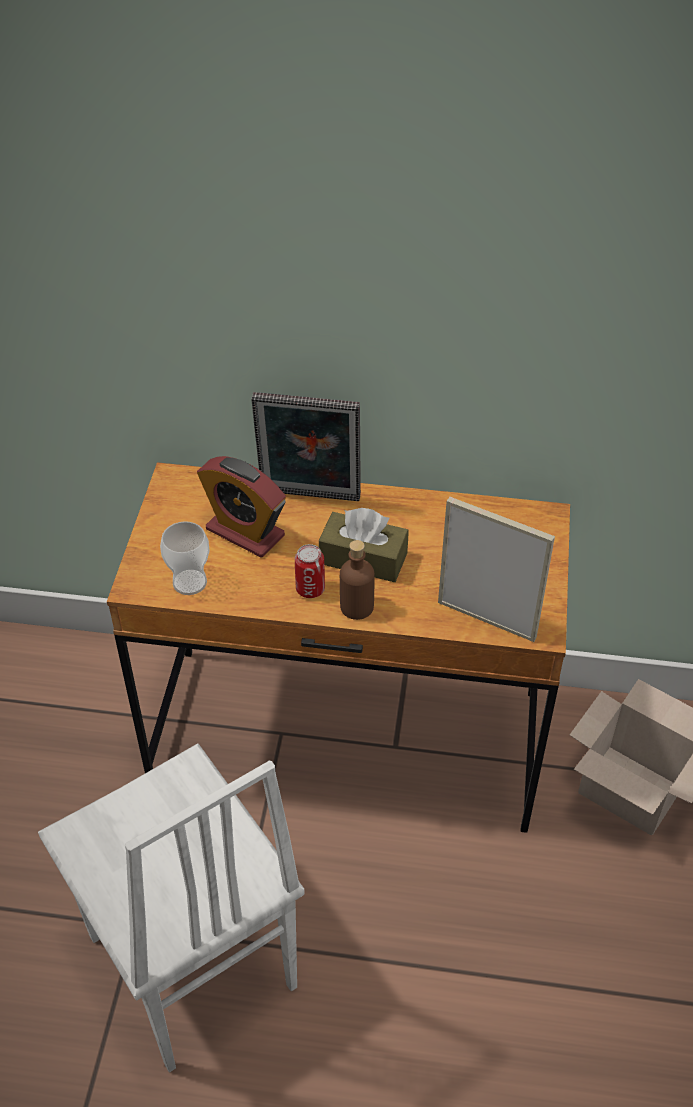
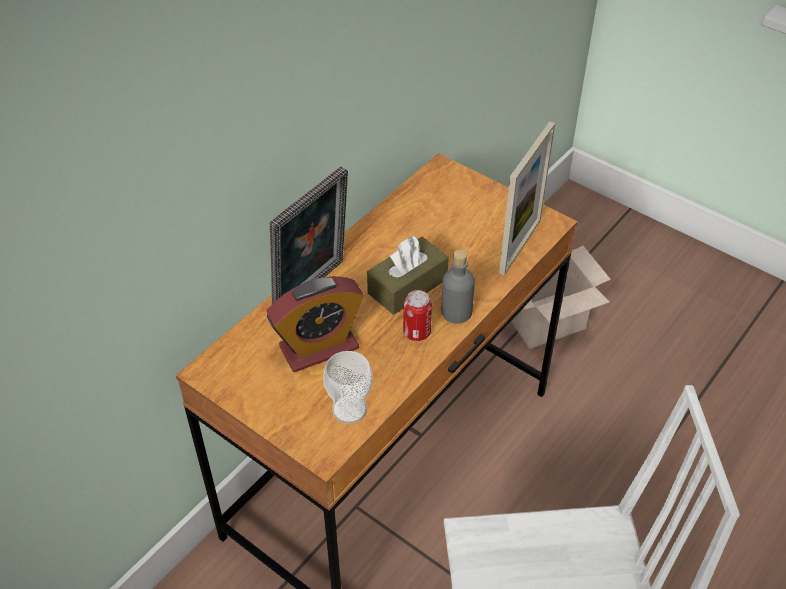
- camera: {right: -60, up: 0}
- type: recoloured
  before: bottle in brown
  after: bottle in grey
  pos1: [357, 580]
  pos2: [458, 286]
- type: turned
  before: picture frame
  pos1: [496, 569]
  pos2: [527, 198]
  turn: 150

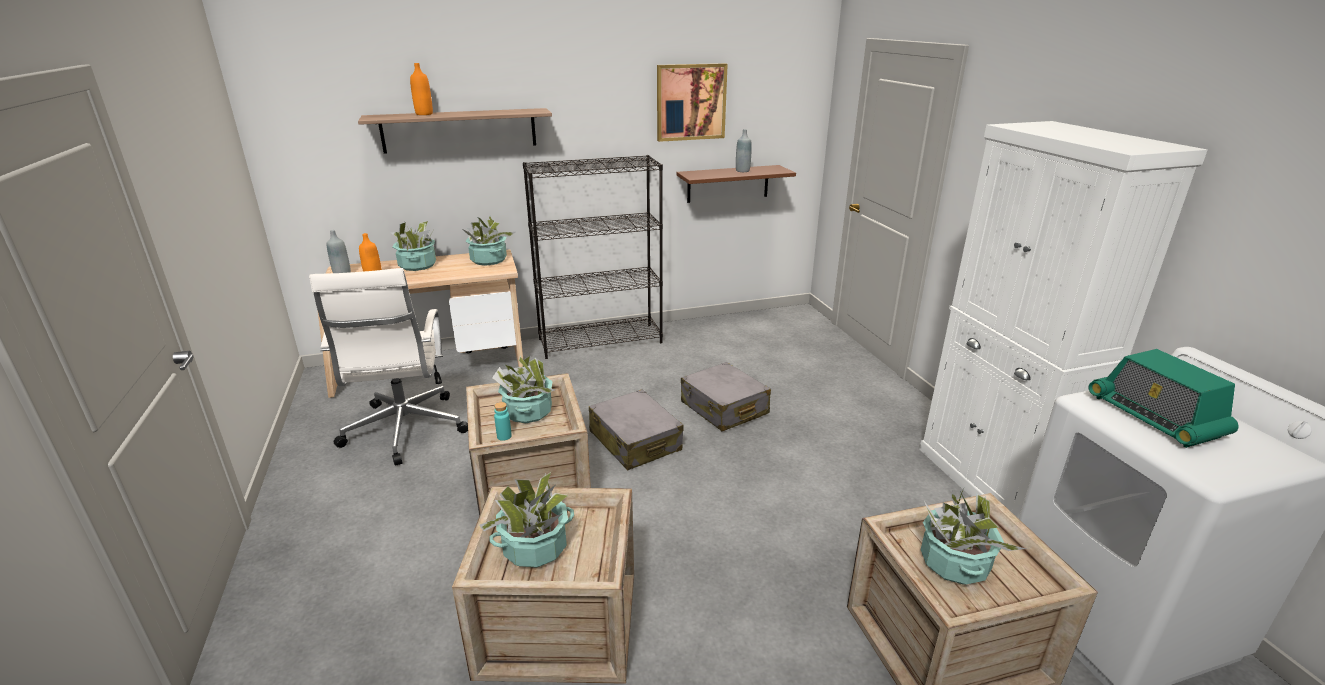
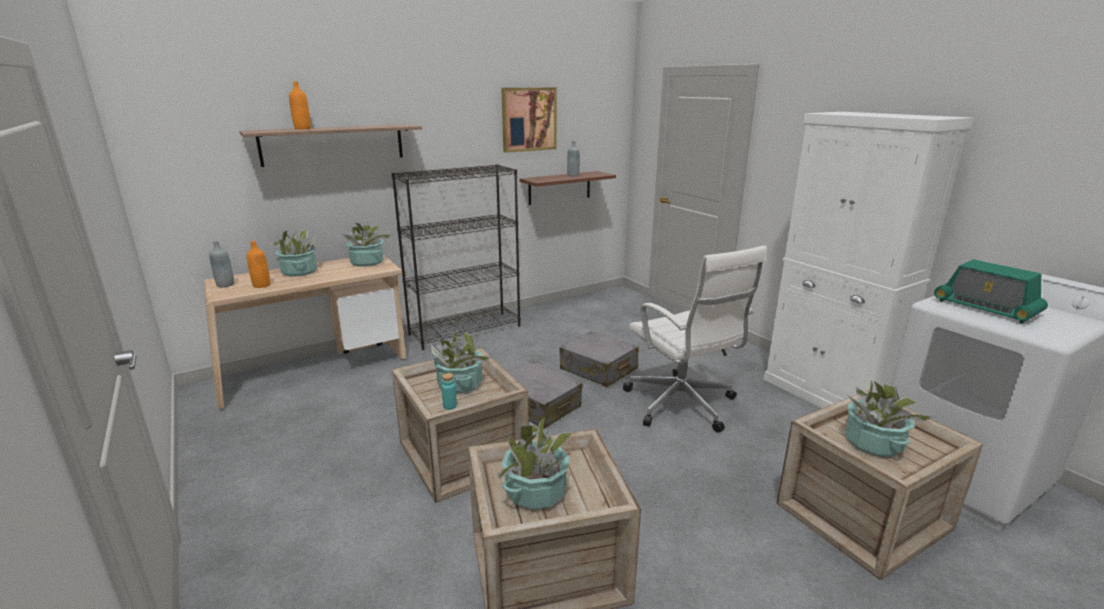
- camera: {right: -15, up: -5}
- type: moved
  before: office chair in white
  pos1: [388, 367]
  pos2: [695, 339]

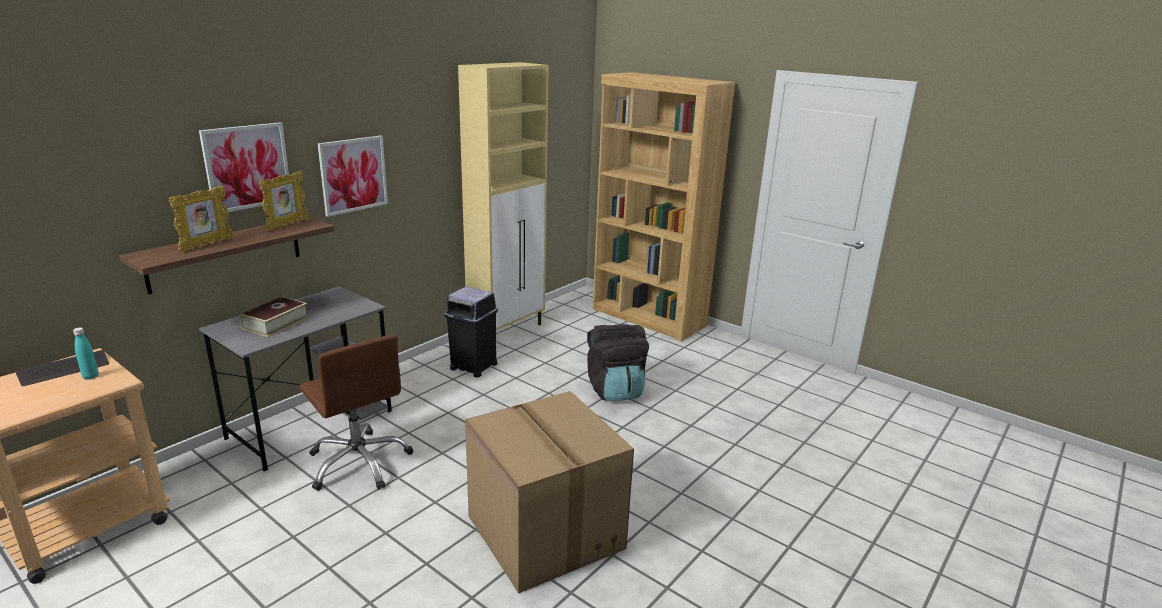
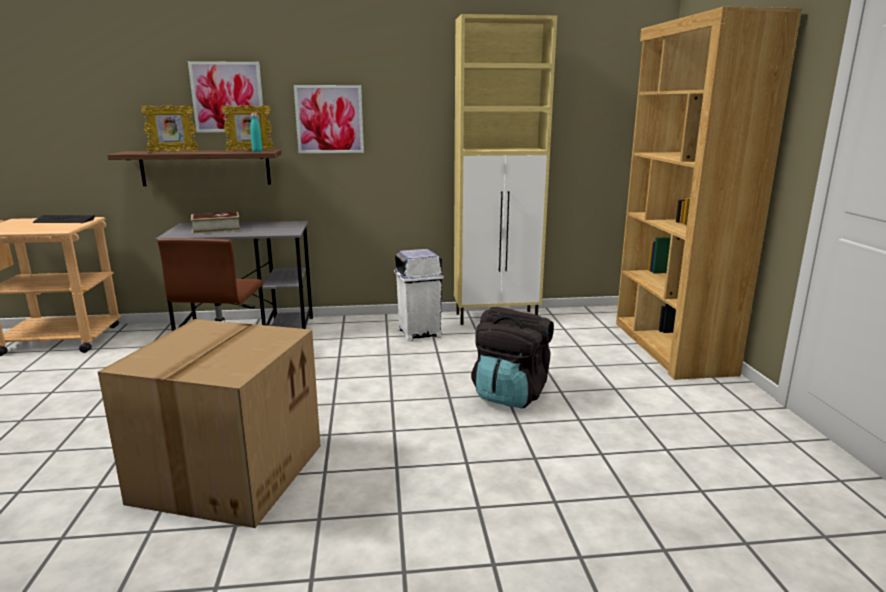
- camera: {right: 45, up: -5}
- type: moved
  before: bottle in turquoise
  pos1: [86, 353]
  pos2: [256, 132]
- type: recoloured
  before: trash can in black
  after: trash can in white
  pos1: [471, 332]
  pos2: [419, 295]

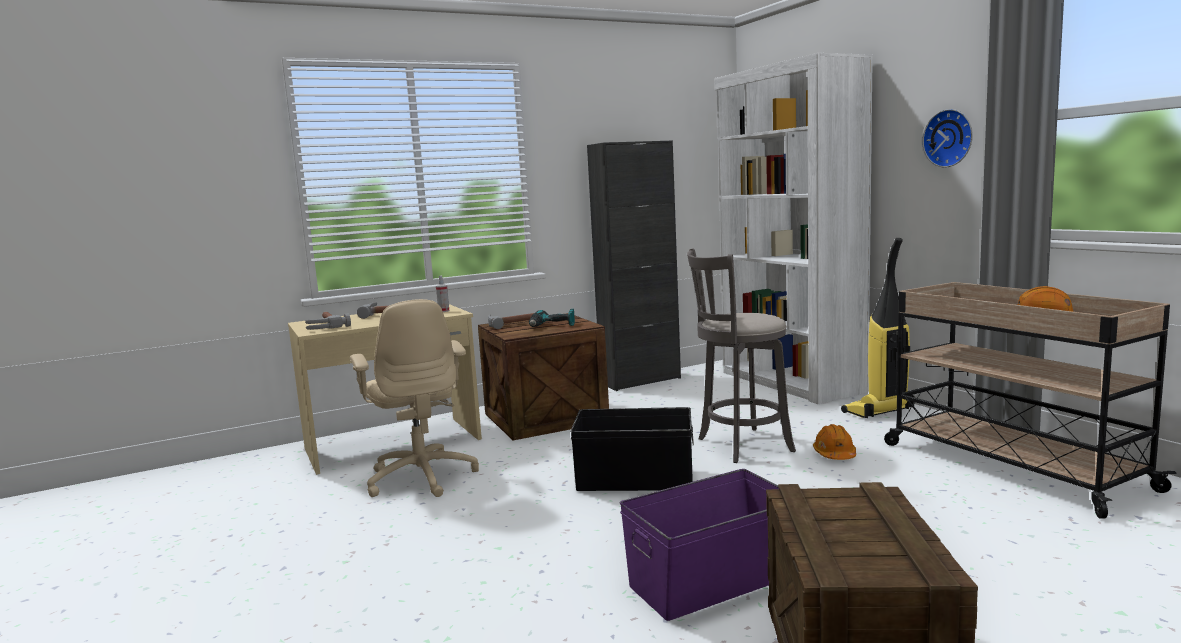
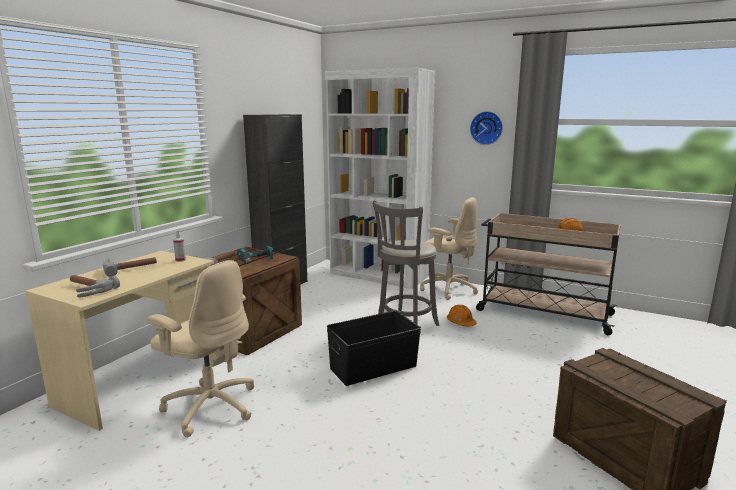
- camera: {right: -35, up: 5}
- type: removed
  before: storage box in purple
  pos1: [699, 545]
- type: replaced
  before: vacuum cleaner
  after: office chair in beige
  pos1: [878, 328]
  pos2: [449, 248]

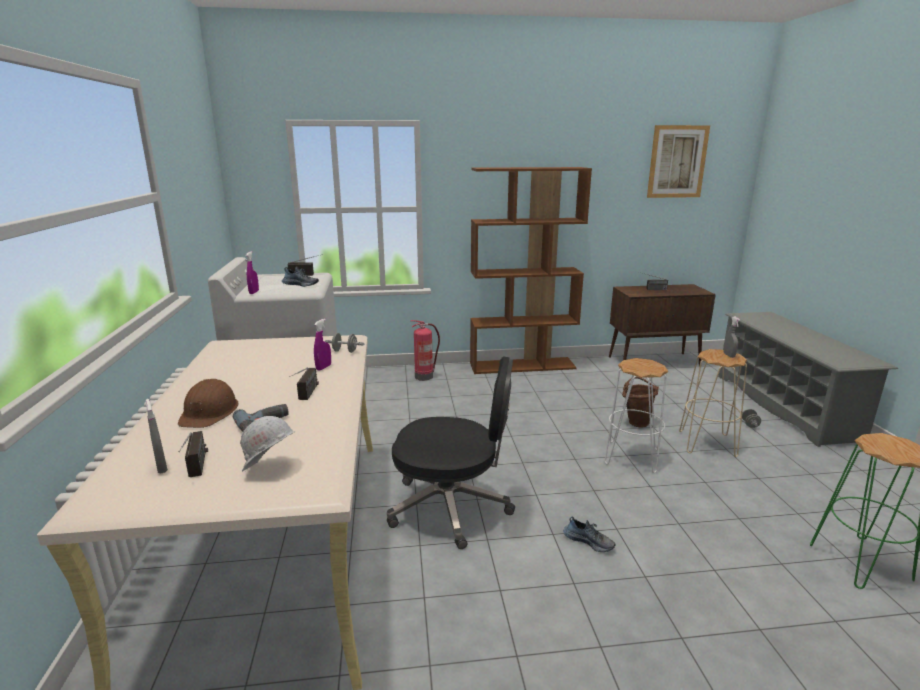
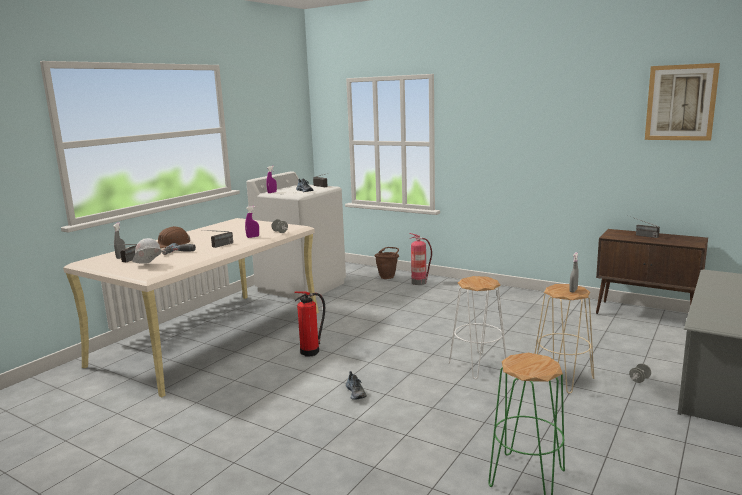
- camera: {right: 40, up: -5}
- type: removed
  before: bookcase in brown
  pos1: [531, 270]
- type: moved
  before: bucket in brown
  pos1: [640, 402]
  pos2: [386, 263]
- type: replaced
  before: office chair in black
  after: fire extinguisher
  pos1: [451, 452]
  pos2: [309, 324]

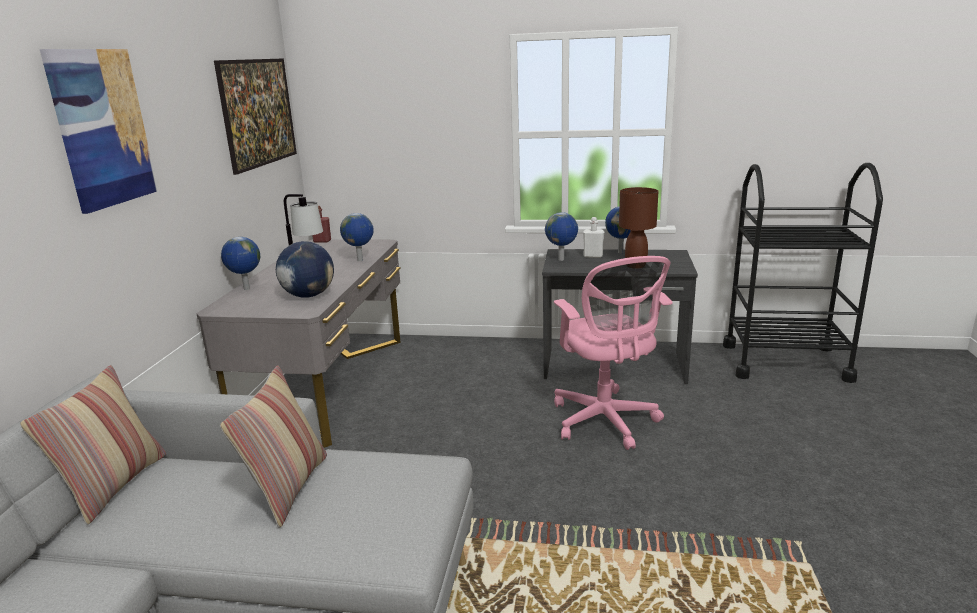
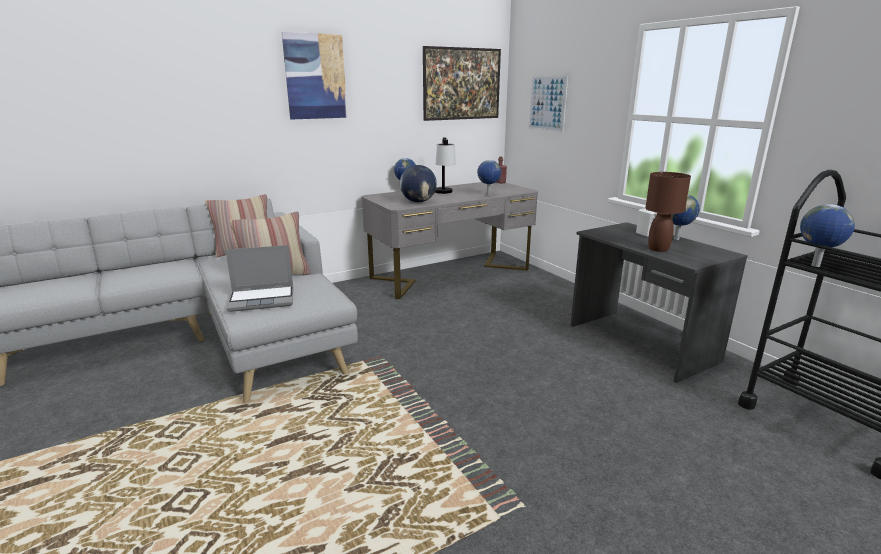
- camera: {right: 50, up: 0}
- type: removed
  before: office chair in pink
  pos1: [613, 353]
- type: added
  after: laptop
  pos2: [259, 278]
- type: added
  after: picture
  pos2: [548, 103]
- type: moved
  before: globe
  pos1: [561, 236]
  pos2: [827, 235]

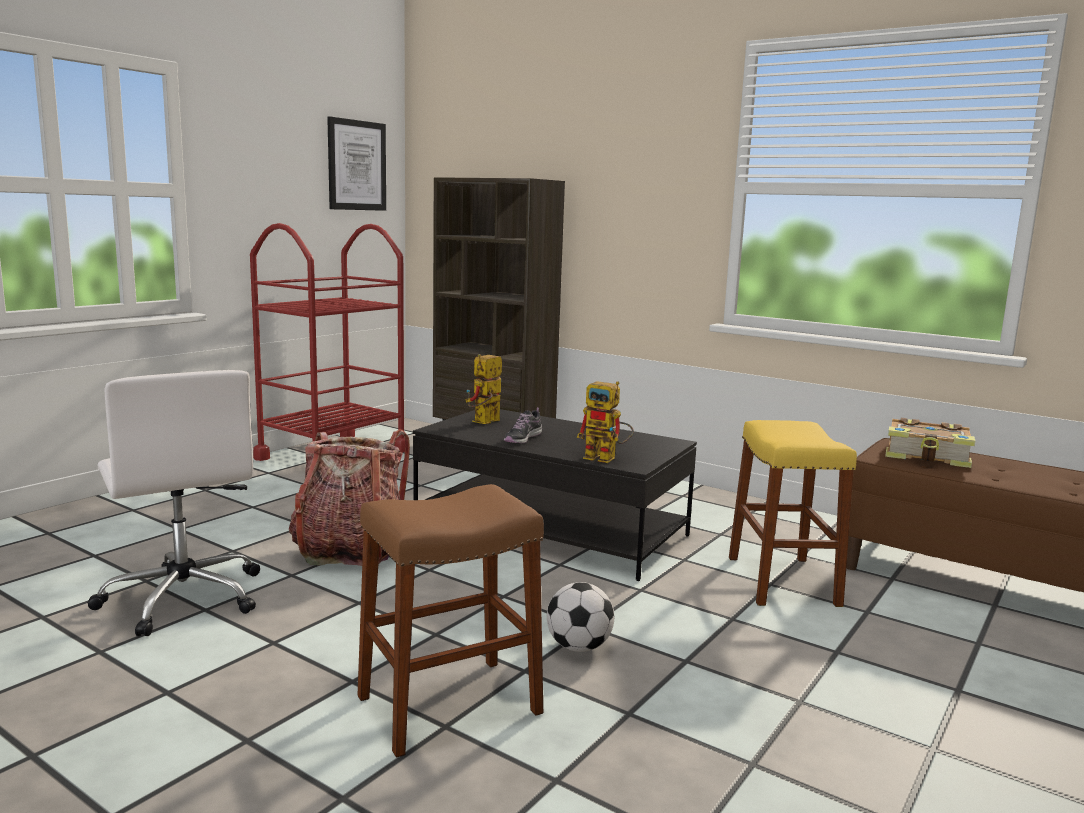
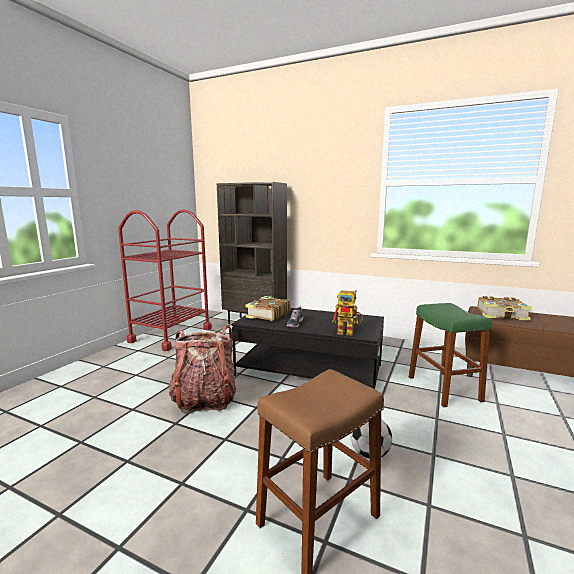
- camera: {right: -10, up: 0}
- type: removed
  before: office chair in white
  pos1: [174, 503]
- type: removed
  before: picture
  pos1: [356, 163]
- type: replaced
  before: toy robot
  after: book
  pos1: [483, 389]
  pos2: [268, 308]
- type: recoloured
  before: stool in yellow
  after: stool in green
  pos1: [793, 513]
  pos2: [450, 355]

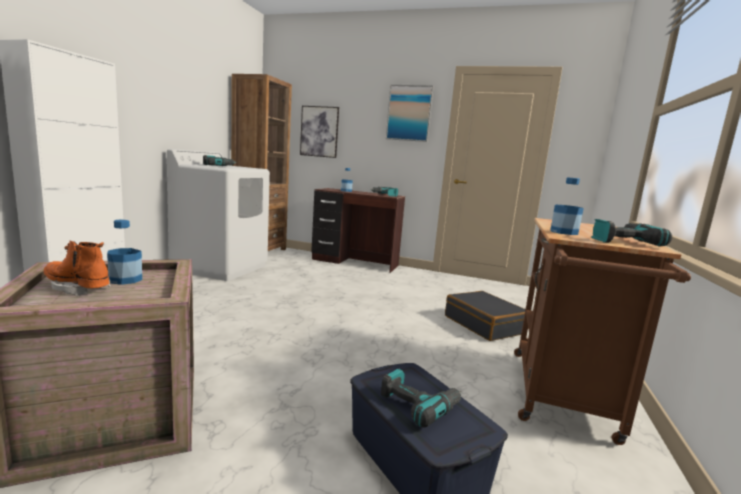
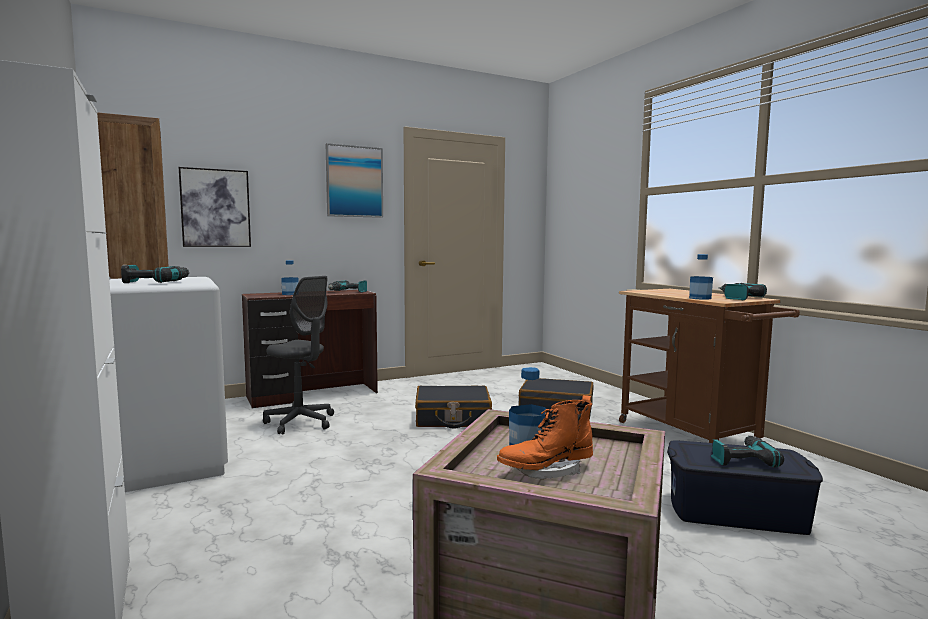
- camera: {right: -45, up: -5}
- type: added
  after: office chair in grey
  pos2: [298, 355]
- type: added
  after: suitcase in black
  pos2: [453, 407]

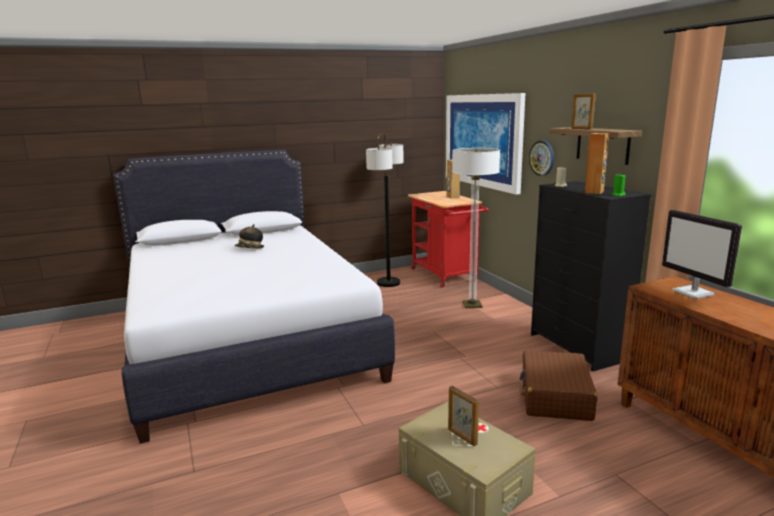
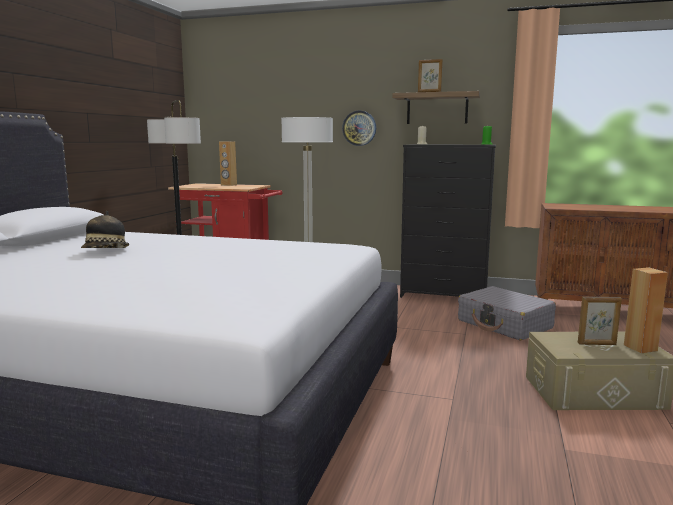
- camera: {right: -50, up: -5}
- type: removed
  before: picture
  pos1: [485, 144]
- type: removed
  before: monitor
  pos1: [702, 254]
- type: moved
  before: speaker in brown
  pos1: [597, 163]
  pos2: [646, 310]
- type: recoloured
  before: suitcase in brown
  after: suitcase in grey
  pos1: [558, 385]
  pos2: [507, 313]

